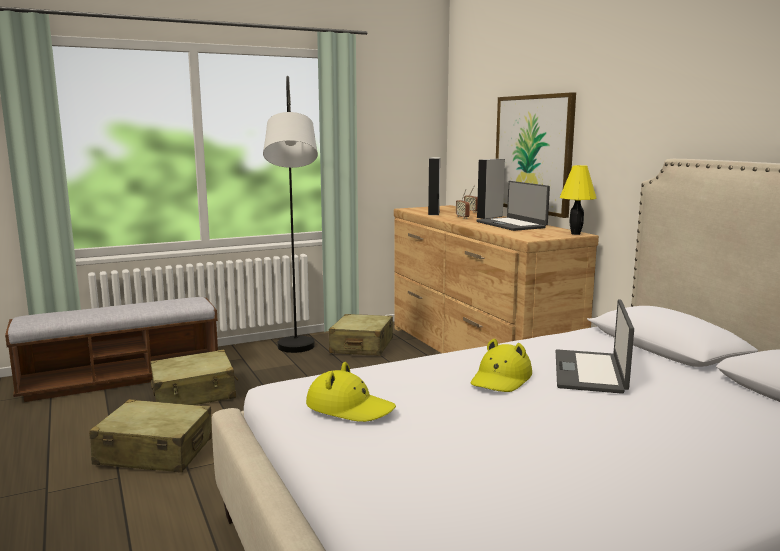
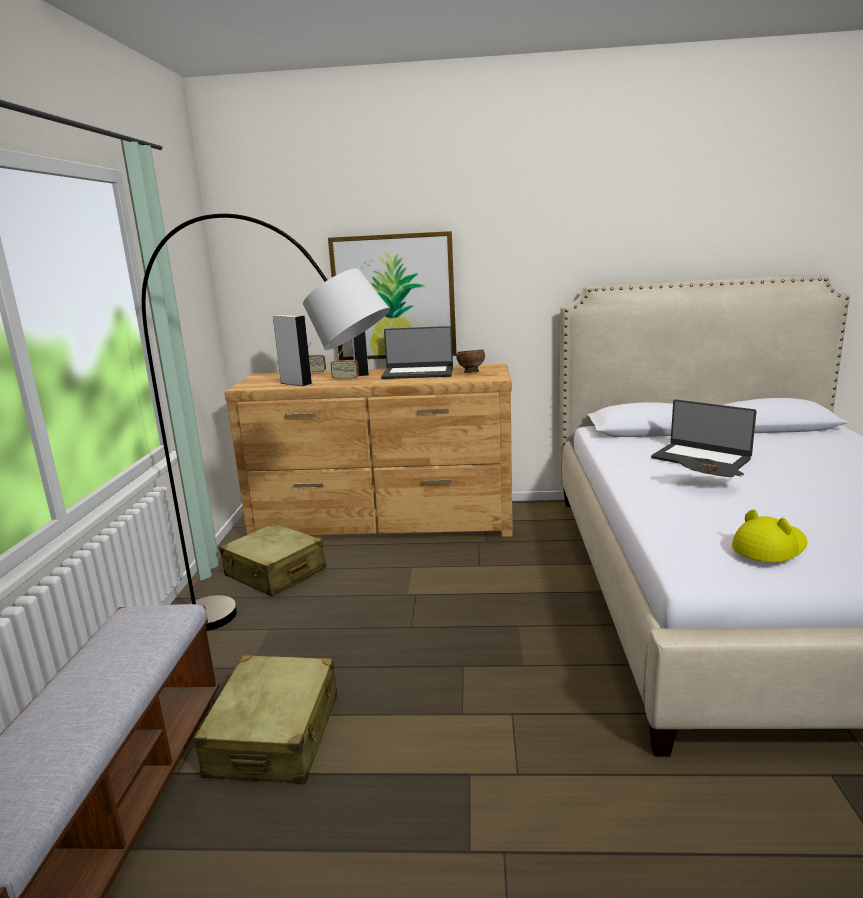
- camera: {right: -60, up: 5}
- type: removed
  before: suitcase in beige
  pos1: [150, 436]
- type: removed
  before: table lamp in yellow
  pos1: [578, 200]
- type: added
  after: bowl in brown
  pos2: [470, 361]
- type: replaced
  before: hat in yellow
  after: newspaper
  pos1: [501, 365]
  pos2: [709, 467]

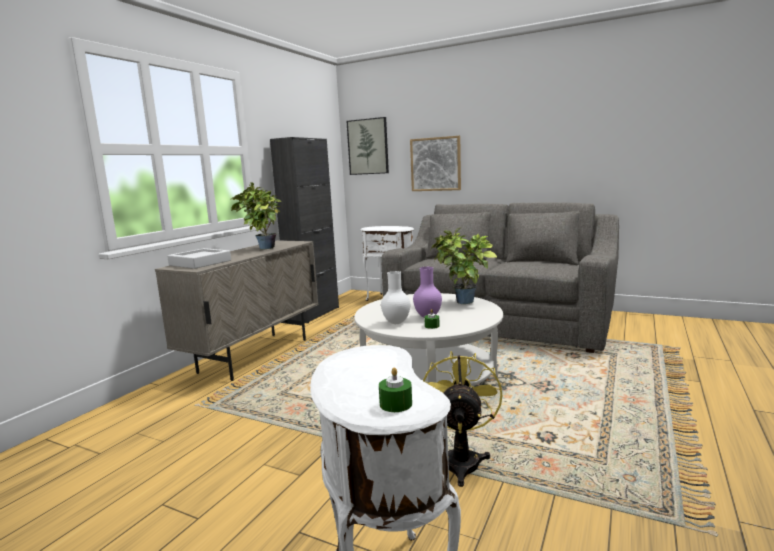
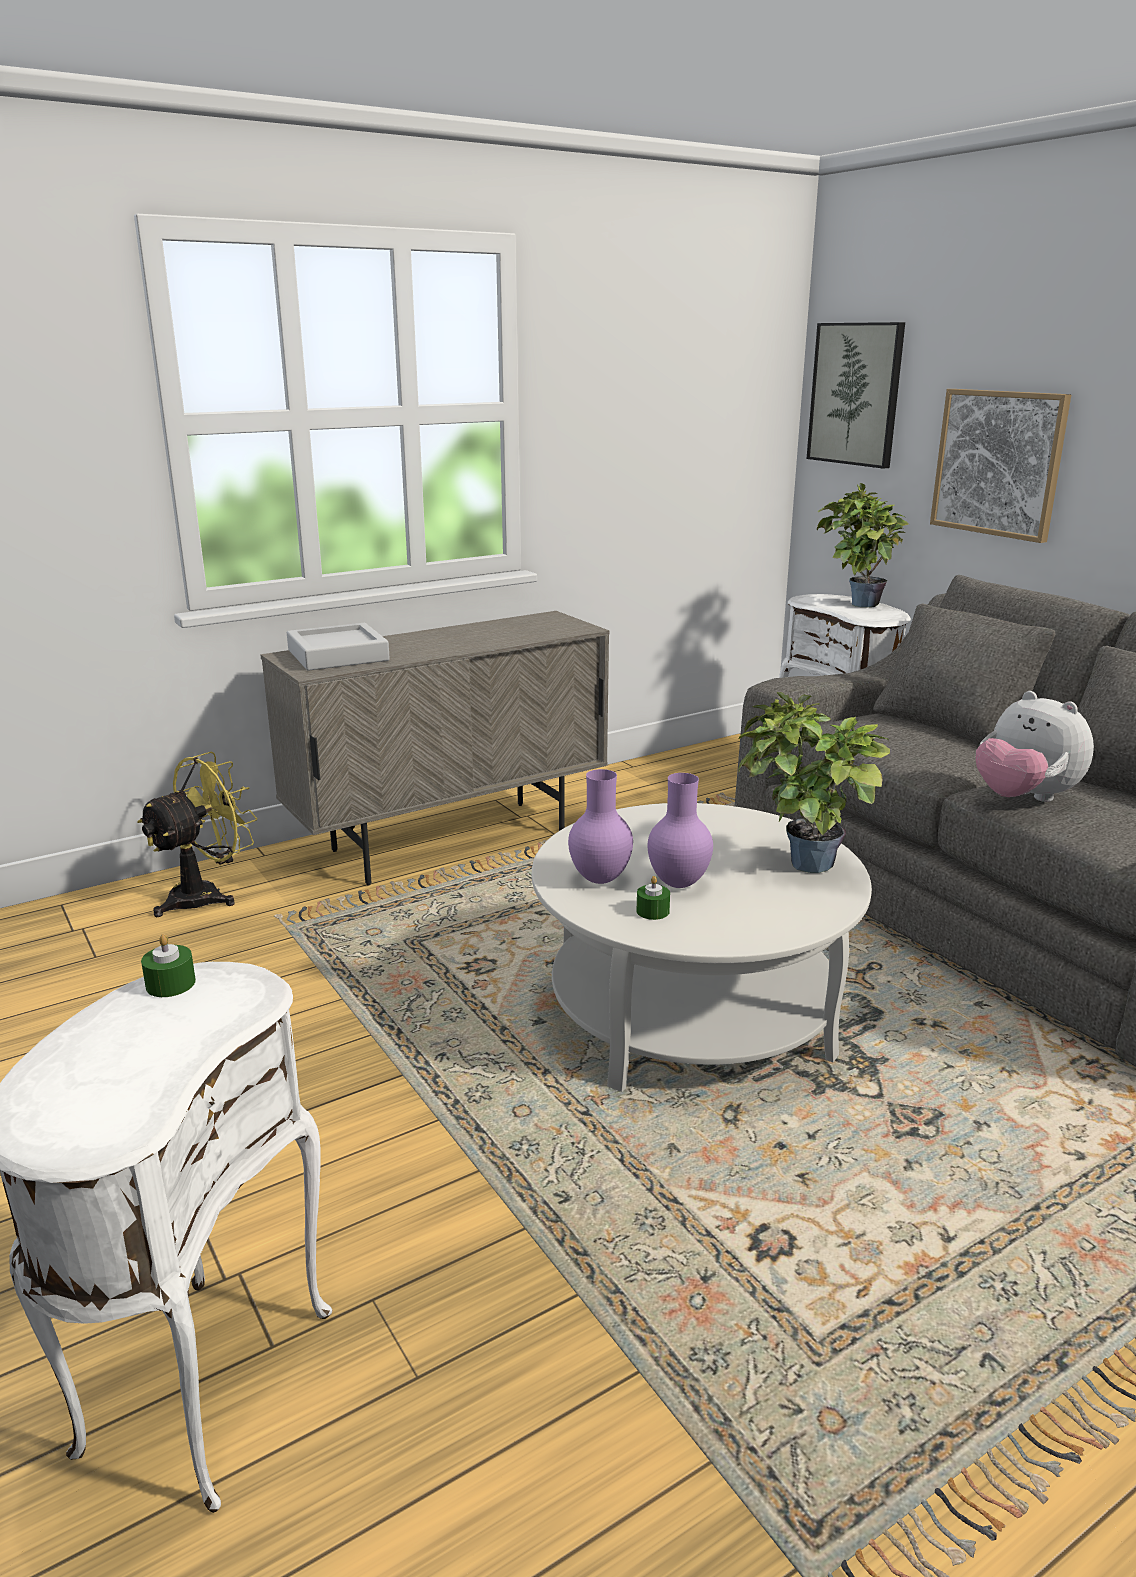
- camera: {right: 30, up: 10}
- type: removed
  before: cabinet in black
  pos1: [304, 230]
- type: added
  after: plush toy
  pos2: [1035, 746]
- type: moved
  before: potted plant
  pos1: [255, 216]
  pos2: [863, 545]
- type: moved
  before: candle in green
  pos1: [395, 389]
  pos2: [168, 965]
- type: moved
  before: fan in yellow
  pos1: [462, 419]
  pos2: [197, 834]
- type: recoloured
  before: vase in white
  after: vase in purple
  pos1: [395, 297]
  pos2: [600, 826]

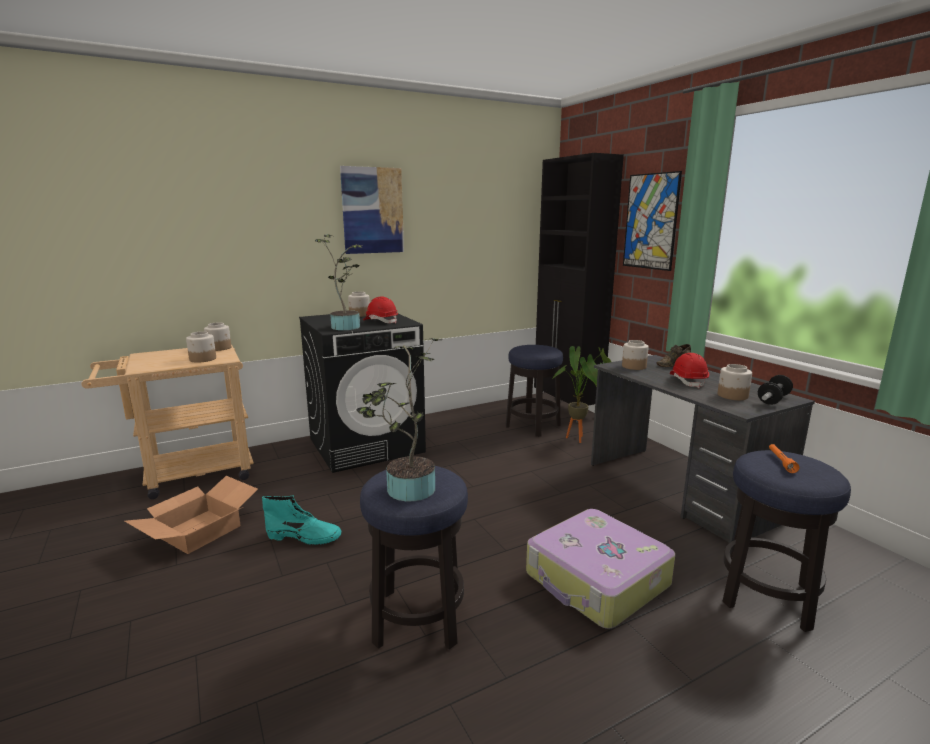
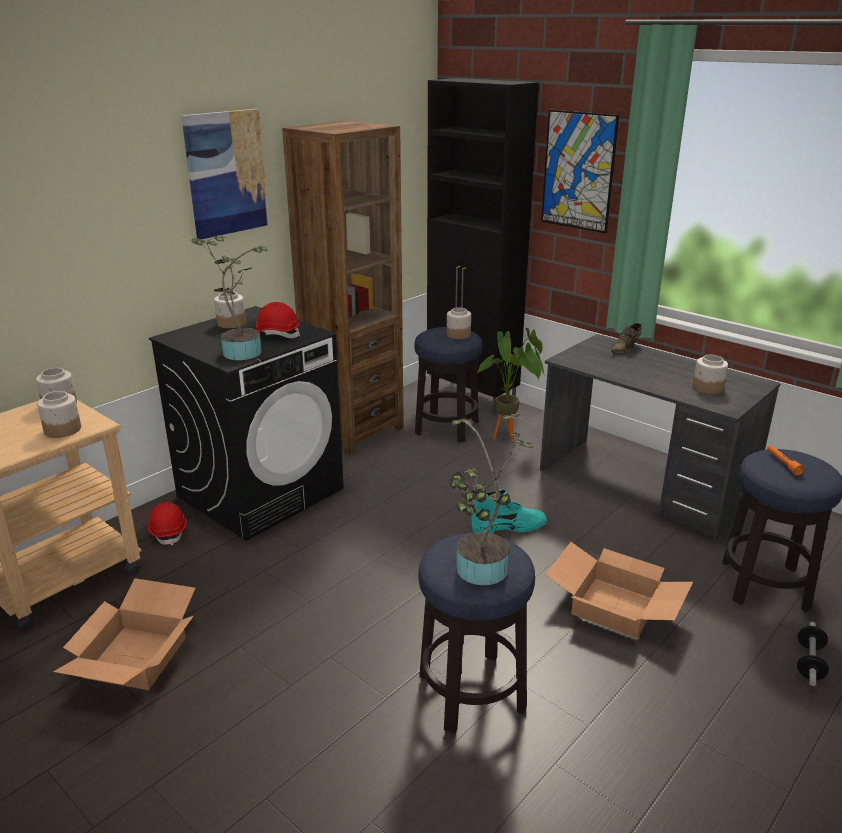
- camera: {right: -20, up: 10}
- type: added
  after: bookcase in brown
  pos2: [343, 287]
- type: moved
  before: boot in turquoise
  pos1: [302, 520]
  pos2: [509, 510]
- type: moved
  before: jar
  pos1: [635, 355]
  pos2: [458, 323]
- type: moved
  before: hard hat in red
  pos1: [689, 370]
  pos2: [167, 524]
- type: moved
  before: dumbbell
  pos1: [775, 390]
  pos2: [813, 654]
- type: replaced
  before: suitcase
  after: cardboard box
  pos1: [600, 569]
  pos2: [619, 590]

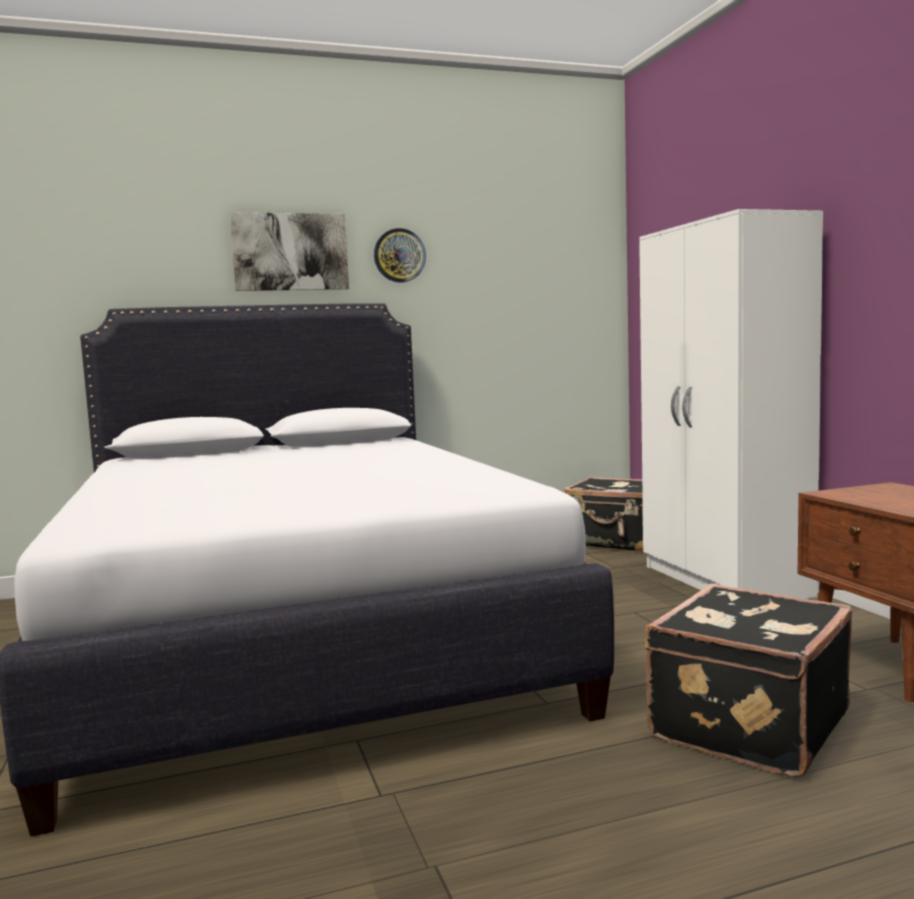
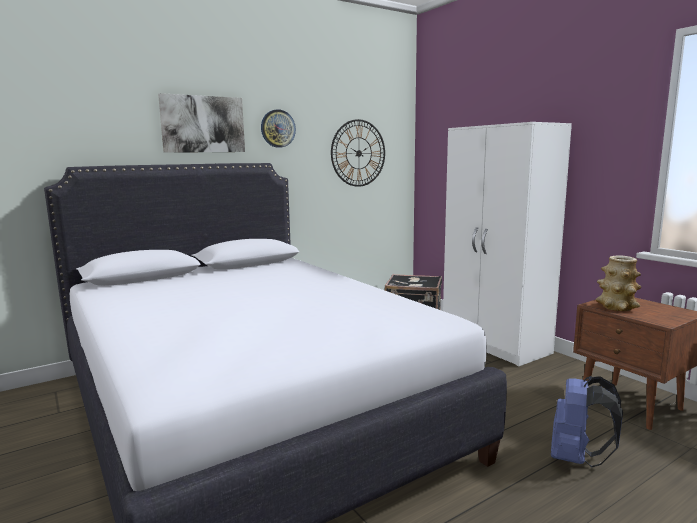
- camera: {right: -15, up: 5}
- type: added
  after: wall clock
  pos2: [358, 153]
- type: added
  after: vase
  pos2: [618, 283]
- type: replaced
  before: suitcase in black
  after: backpack in blue
  pos1: [748, 681]
  pos2: [587, 421]

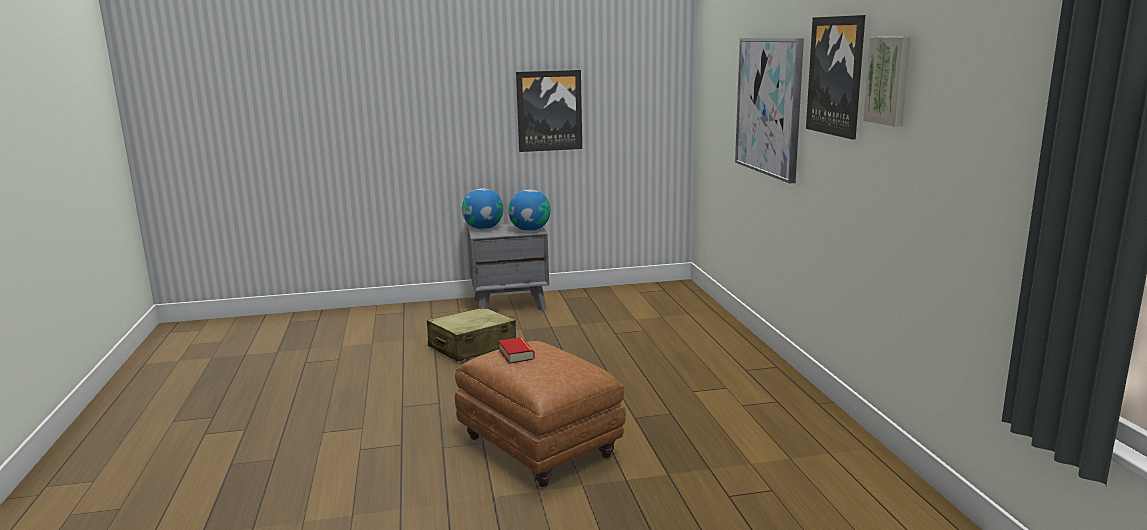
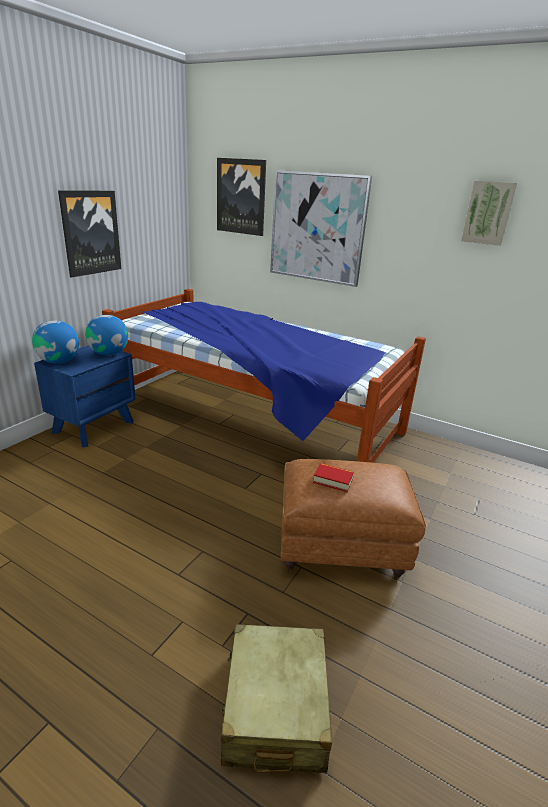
- camera: {right: -50, up: 10}
- type: added
  after: bed
  pos2: [264, 376]
- type: moved
  before: suitcase in beige
  pos1: [471, 334]
  pos2: [276, 698]
- type: moved
  before: picture
  pos1: [835, 77]
  pos2: [241, 197]
- type: recoloured
  before: nightstand in grey
  after: nightstand in blue
  pos1: [508, 267]
  pos2: [85, 396]

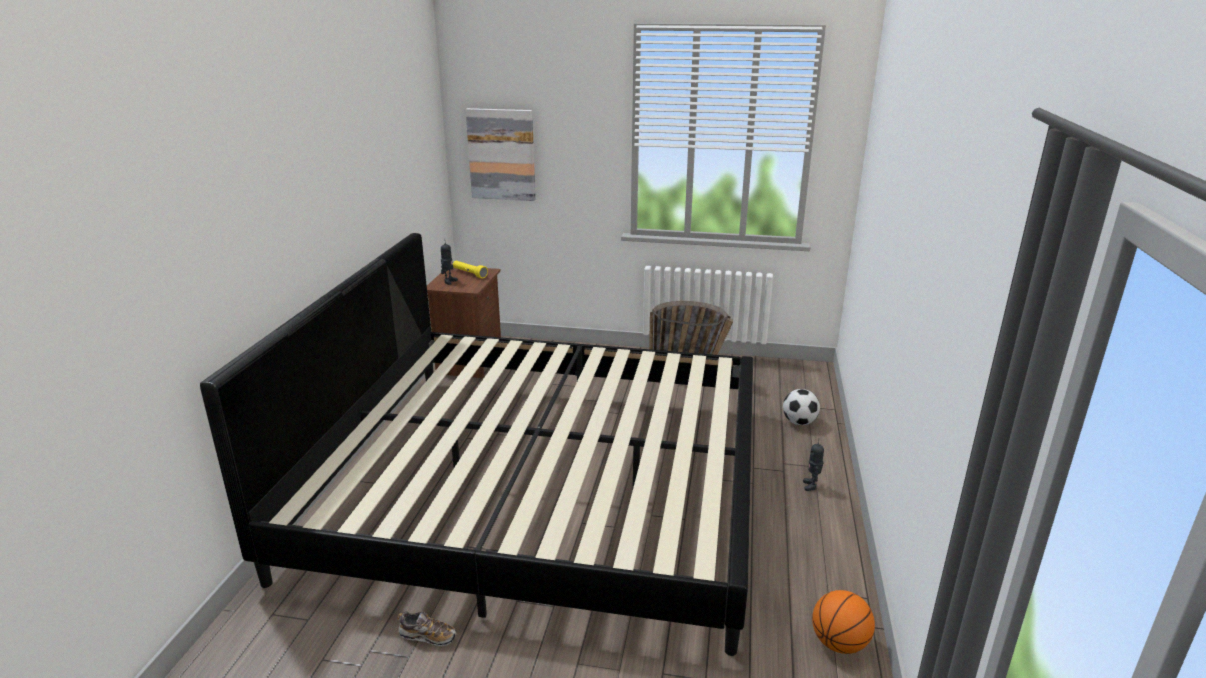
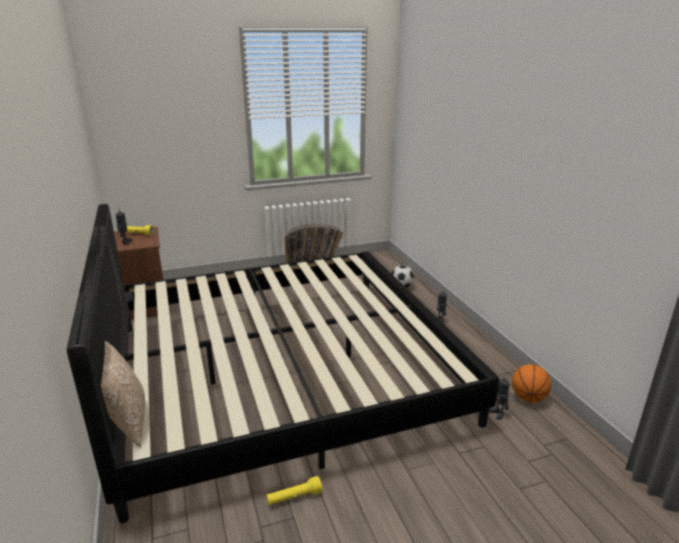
- camera: {right: -30, up: 0}
- type: removed
  before: picture
  pos1: [500, 154]
- type: added
  after: pillow
  pos2: [123, 394]
- type: added
  after: toy robot
  pos2: [499, 399]
- type: replaced
  before: shoe
  after: flashlight in yellow
  pos1: [427, 628]
  pos2: [294, 490]

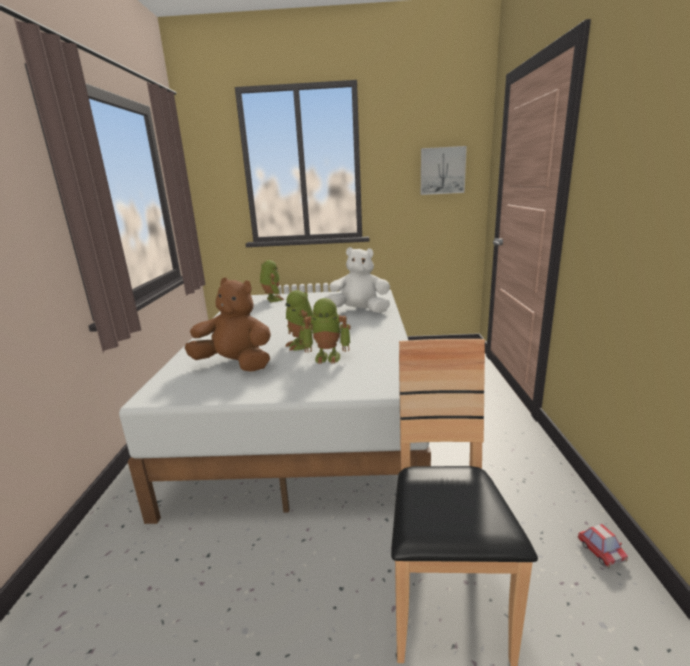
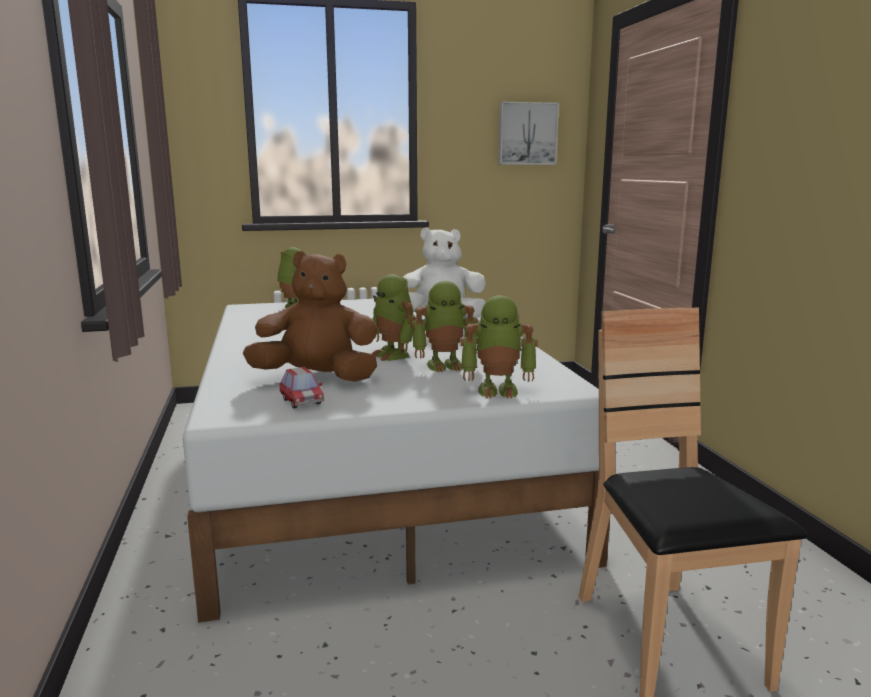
- camera: {right: -15, up: -5}
- type: added
  after: toy robot
  pos2: [499, 347]
- type: moved
  before: toy car
  pos1: [602, 545]
  pos2: [301, 388]

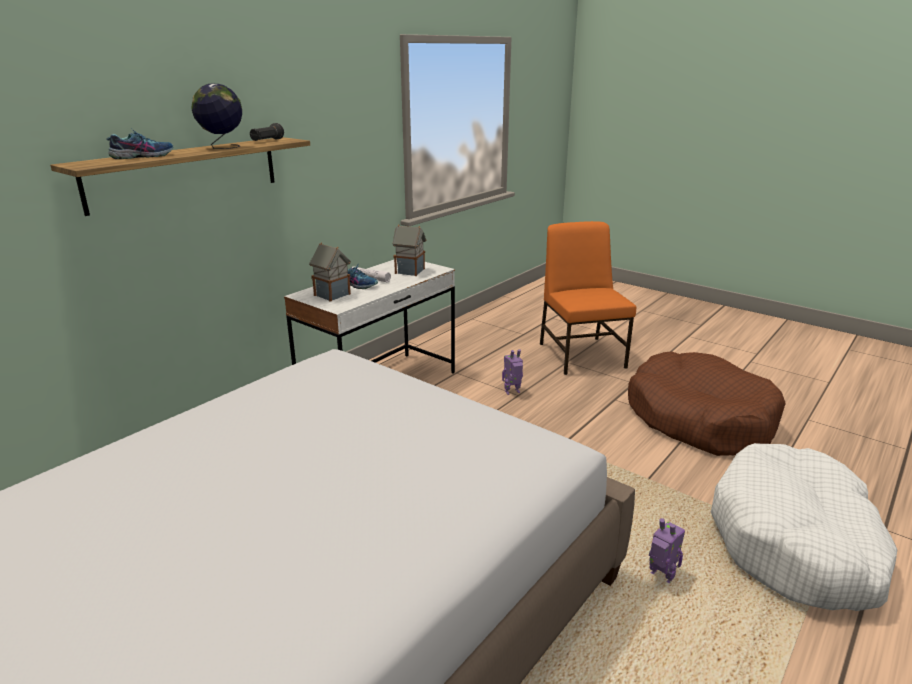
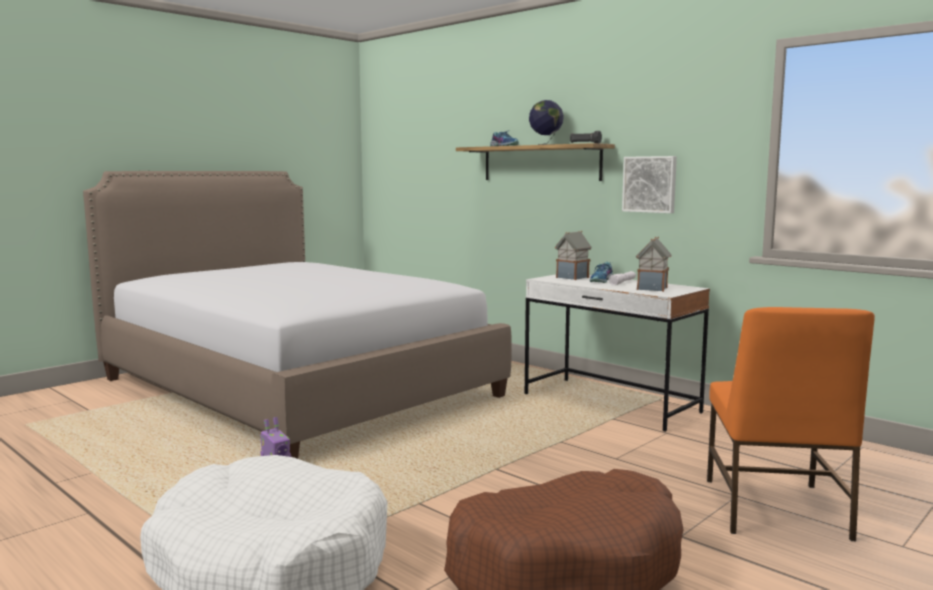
- camera: {right: 95, up: -15}
- type: removed
  before: toy robot
  pos1: [512, 372]
- type: added
  after: picture
  pos2: [649, 184]
- type: turned
  before: chair in orange
  pos1: [588, 298]
  pos2: [791, 424]
  turn: 105

